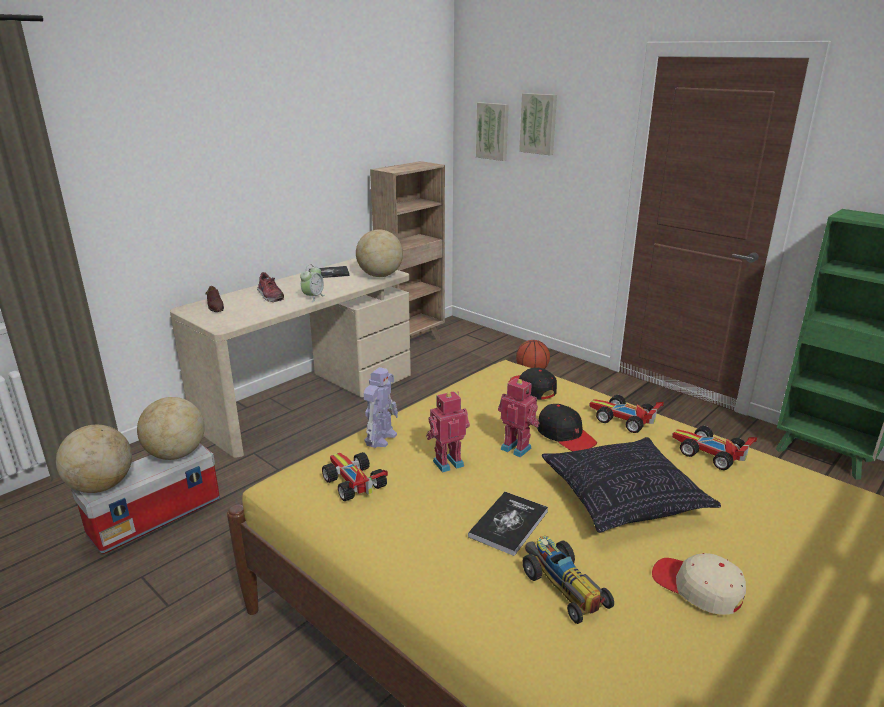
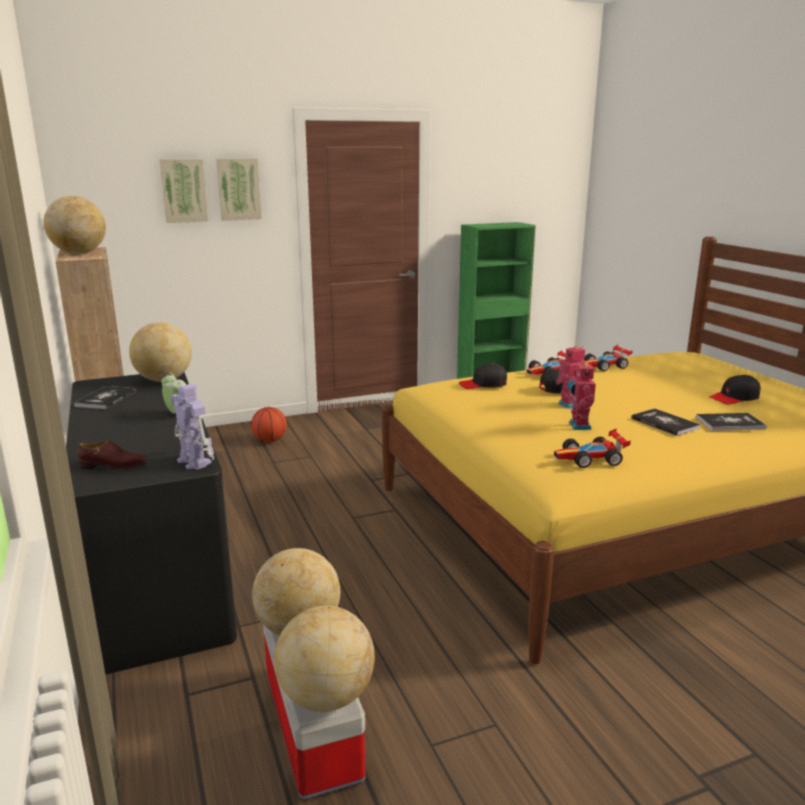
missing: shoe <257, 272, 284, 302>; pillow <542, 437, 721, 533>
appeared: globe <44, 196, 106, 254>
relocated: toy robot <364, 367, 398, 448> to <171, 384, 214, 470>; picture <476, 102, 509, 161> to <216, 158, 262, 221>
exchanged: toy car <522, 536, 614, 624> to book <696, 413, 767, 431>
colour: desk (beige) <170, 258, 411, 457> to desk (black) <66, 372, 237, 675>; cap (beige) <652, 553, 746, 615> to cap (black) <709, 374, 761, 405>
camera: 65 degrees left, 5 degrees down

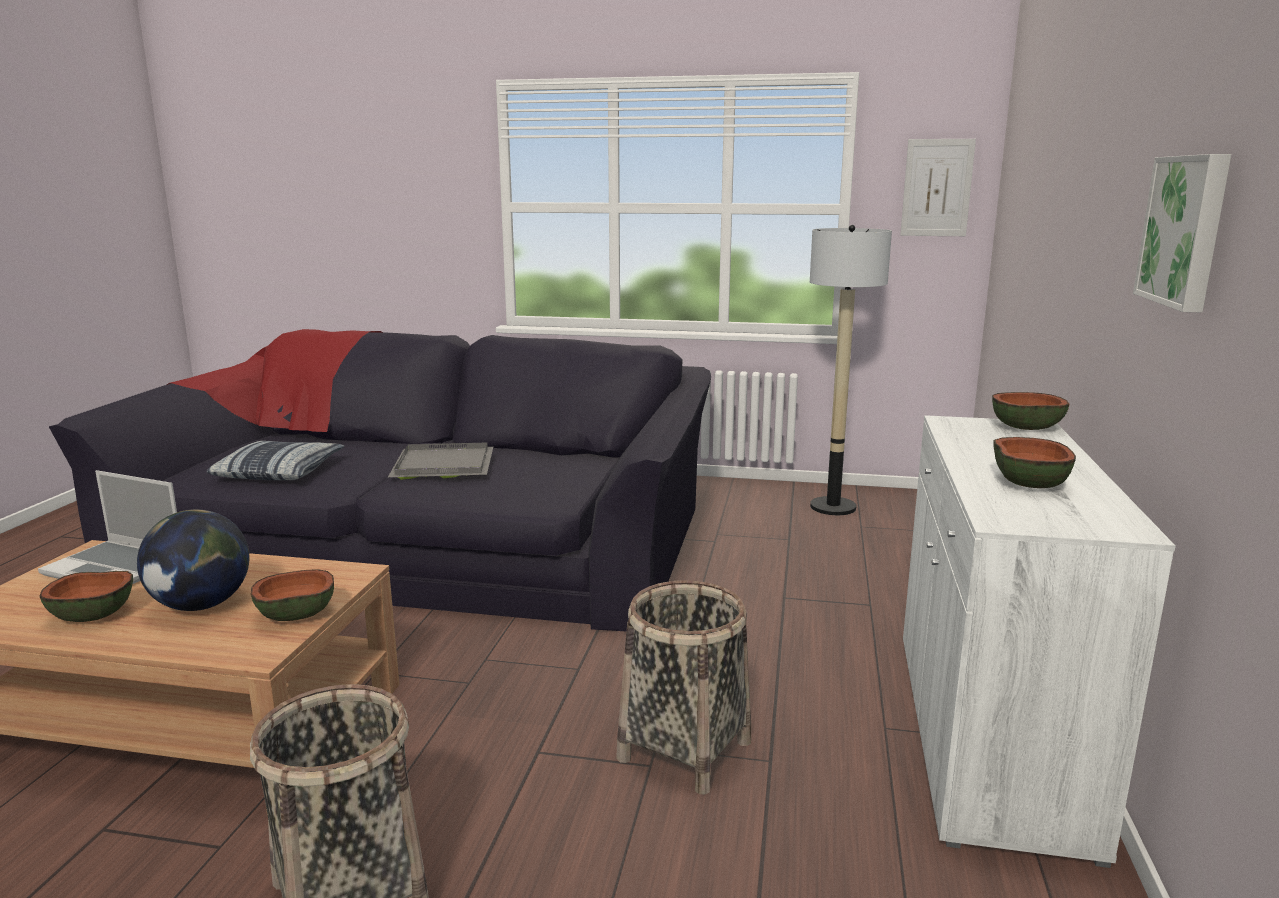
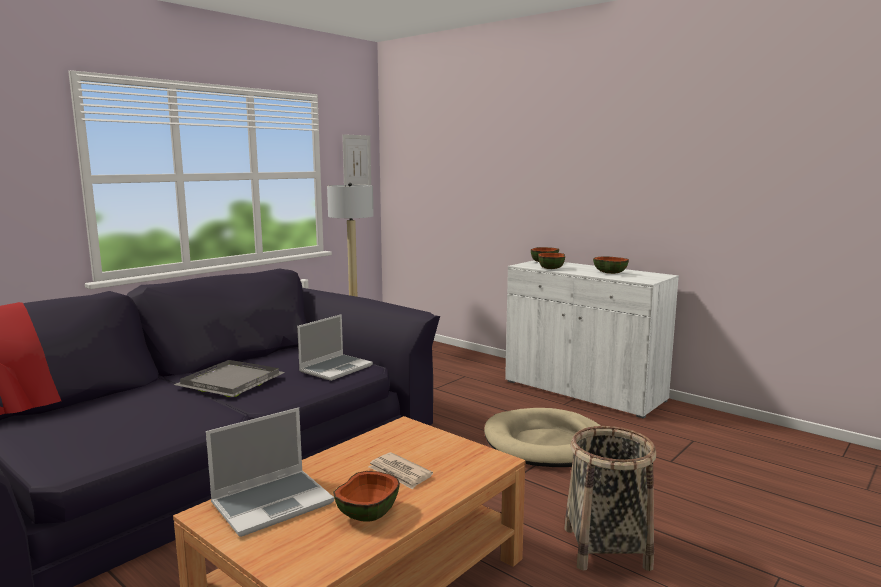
missing: pillow <207, 441, 344, 480>; picture <1133, 154, 1231, 313>
appeared: laptop <297, 314, 373, 381>
relocated: bowl <251, 569, 334, 621> to <538, 253, 565, 269>
exchanged: globe <137, 509, 249, 611> to newspaper <368, 452, 433, 490>; basket <616, 580, 751, 795> to dog bed (beige) <484, 408, 601, 467>
camera: 60 degrees left, 5 degrees down

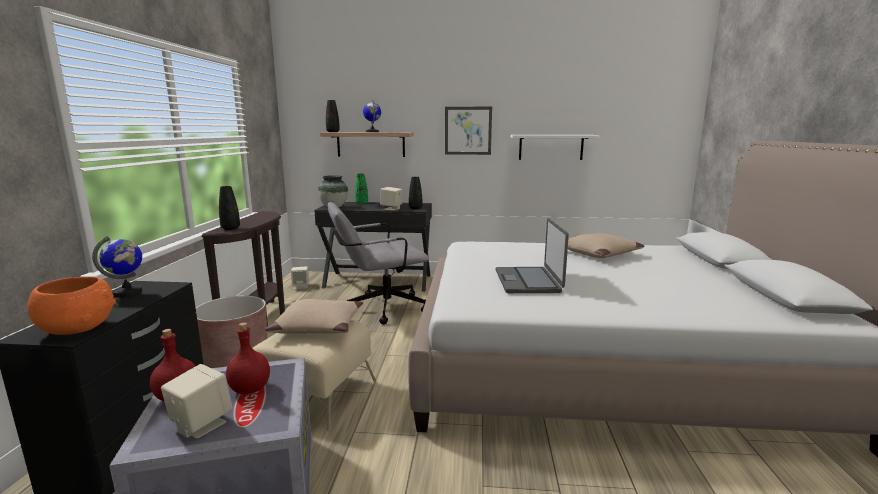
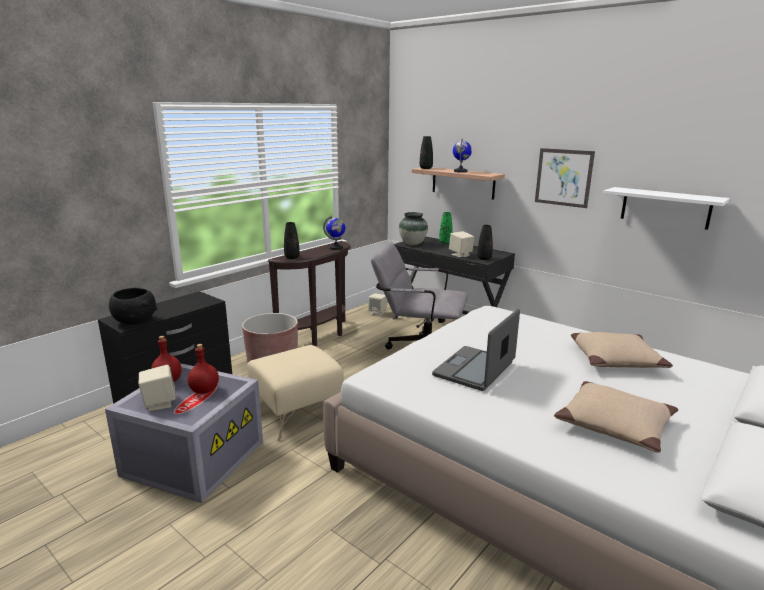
relocated: globe <92, 236, 142, 297> to <323, 216, 345, 250>; pillow (beige) <265, 299, 363, 334> to <554, 381, 678, 453>
colour: bowl (orange) <27, 276, 116, 335> to bowl (black) <109, 288, 157, 325>
camera: 35 degrees right, 5 degrees up

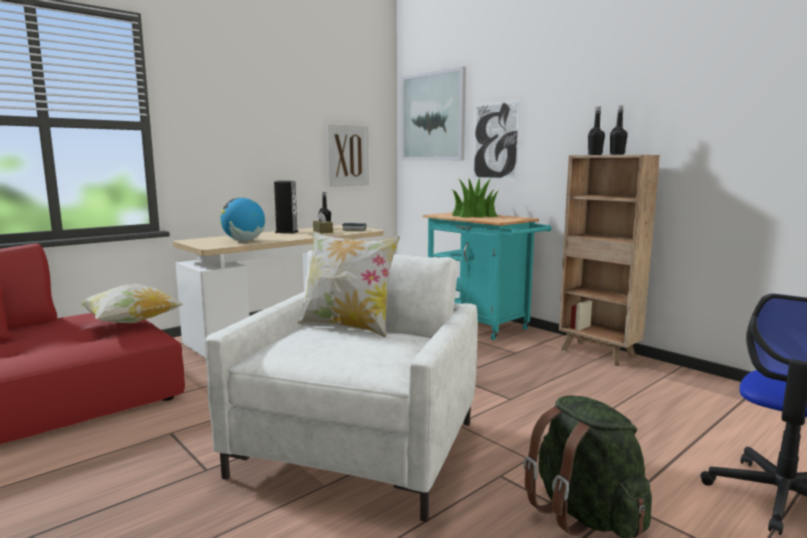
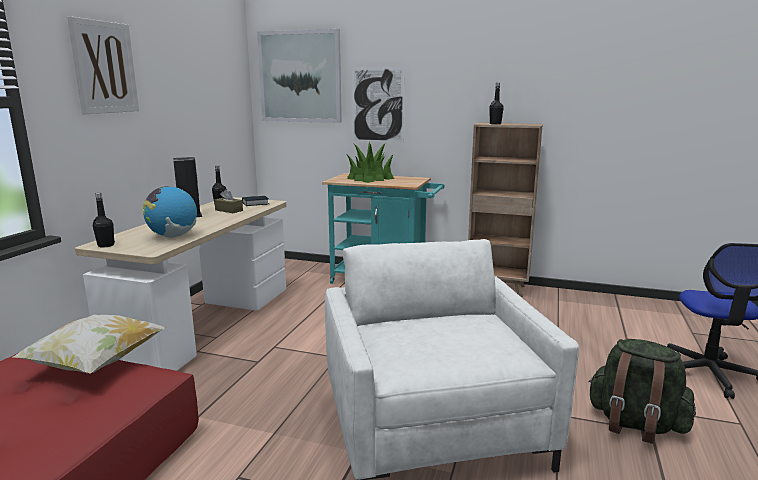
missing: pillow <298, 232, 400, 337>
relocated: picture <327, 124, 369, 187> to <67, 16, 139, 114>; bottle (black) <610, 106, 628, 155> to <93, 193, 115, 248>
camera: 30 degrees left, 5 degrees up

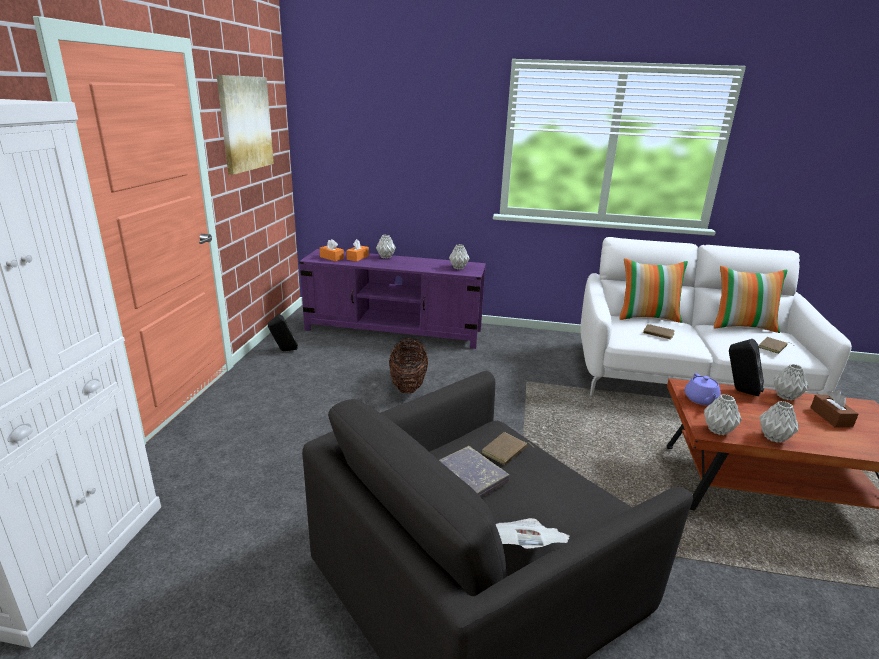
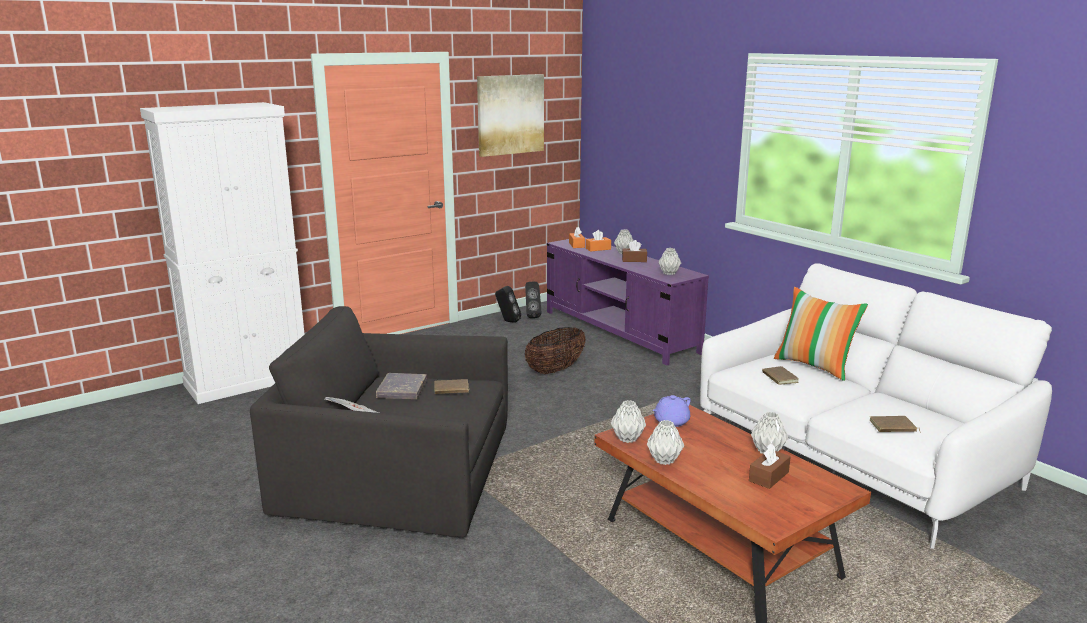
missing: pillow <714, 266, 788, 333>
appeared: tissue box (brown) <622, 240, 647, 262>
relocated: speaker (black) <729, 339, 764, 396> to <525, 282, 542, 318>
camera: 45 degrees right, 5 degrees down

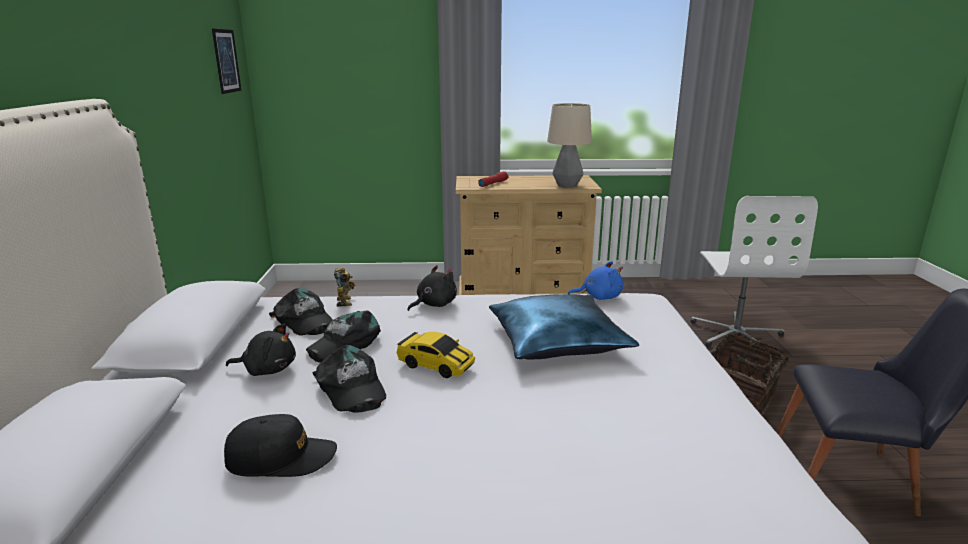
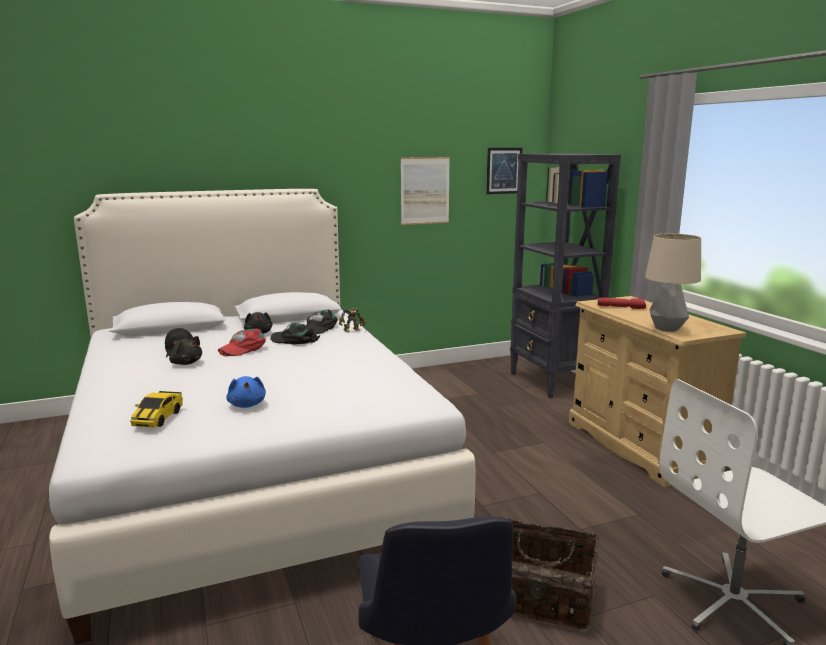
missing: pillow (blue) <489, 294, 639, 360>
appeared: picture <401, 157, 450, 225>; bookcase (black) <510, 153, 621, 398>
relocated: toy car <396, 332, 475, 378> to <130, 391, 183, 428>; plush toy (black) <408, 265, 457, 311> to <166, 336, 202, 365>; plush toy (blue) <568, 261, 623, 300> to <226, 376, 266, 408>
colour: cap (black) <312, 345, 386, 413> to cap (red) <218, 328, 266, 356>
camera: 70 degrees right, 5 degrees down

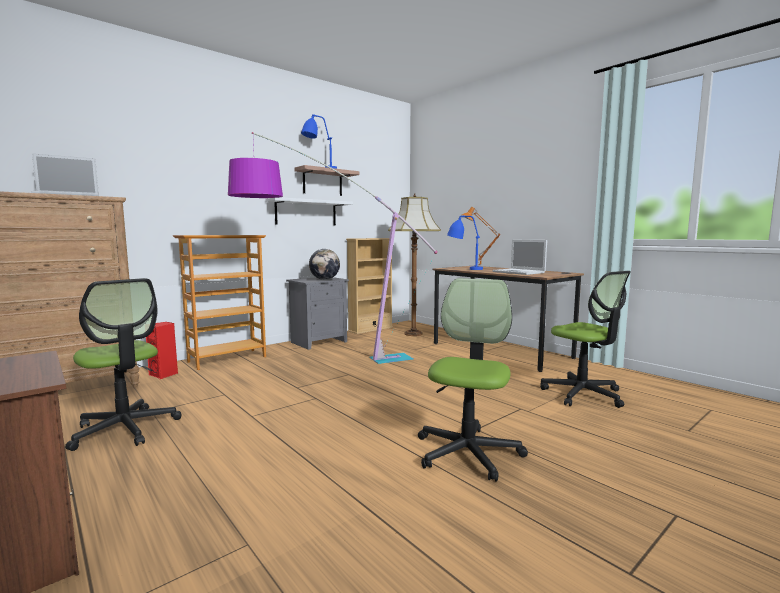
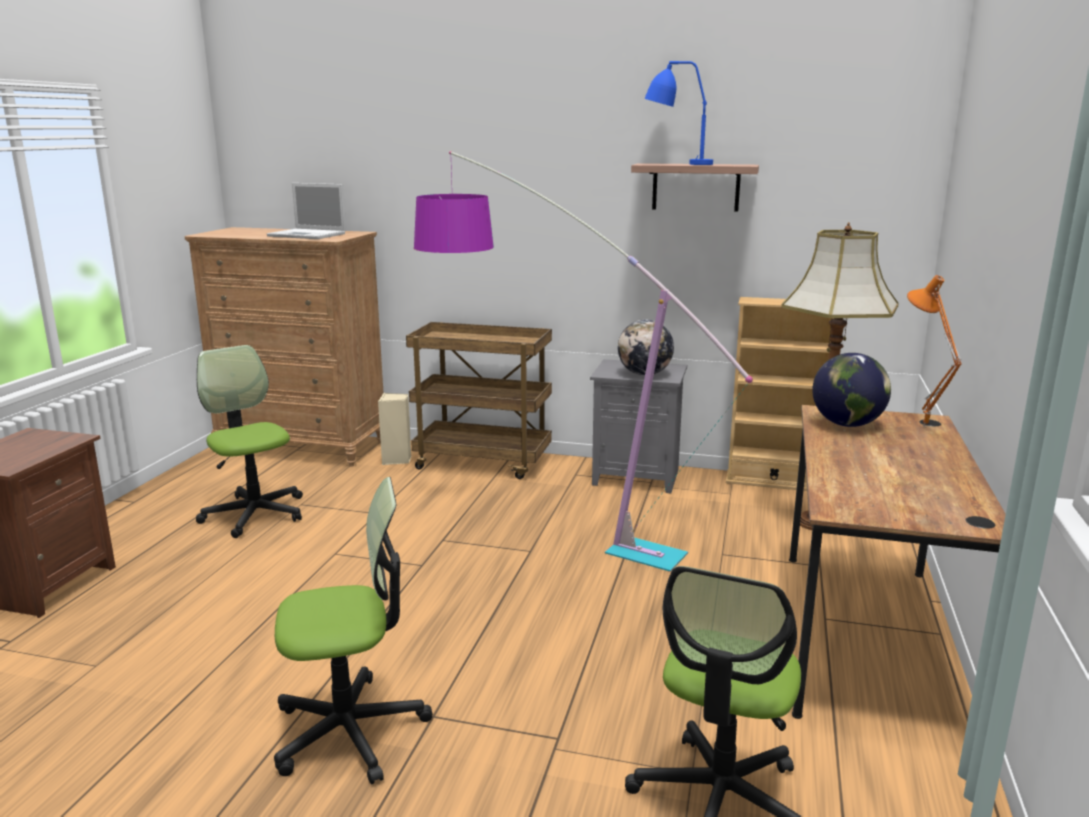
missing: shelf (white) <265, 197, 353, 225>; laptop <493, 240, 547, 275>
exchanged: bookcase <173, 235, 266, 370> to cart (brown) <406, 322, 552, 479>; table lamp (blue) <447, 216, 483, 270> to globe <812, 353, 891, 427>
colour: speaker (red) <146, 322, 178, 379> to speaker (beige) <378, 393, 411, 465>
spun: office chair <65, 278, 182, 451> = <196, 345, 303, 538> 135 degrees clockwise
camera: 55 degrees right, 10 degrees up

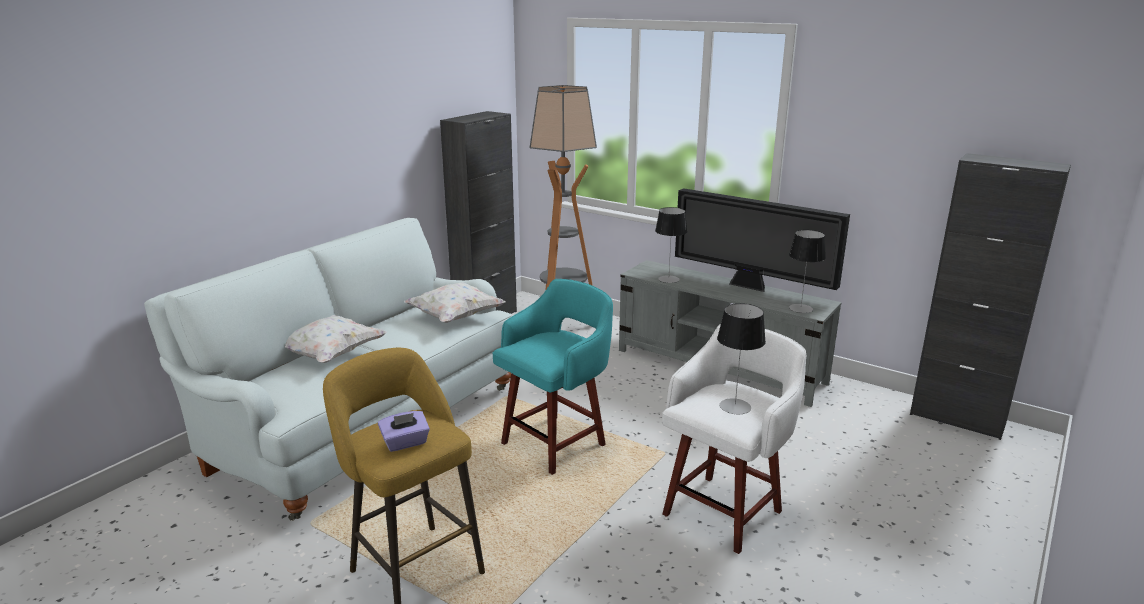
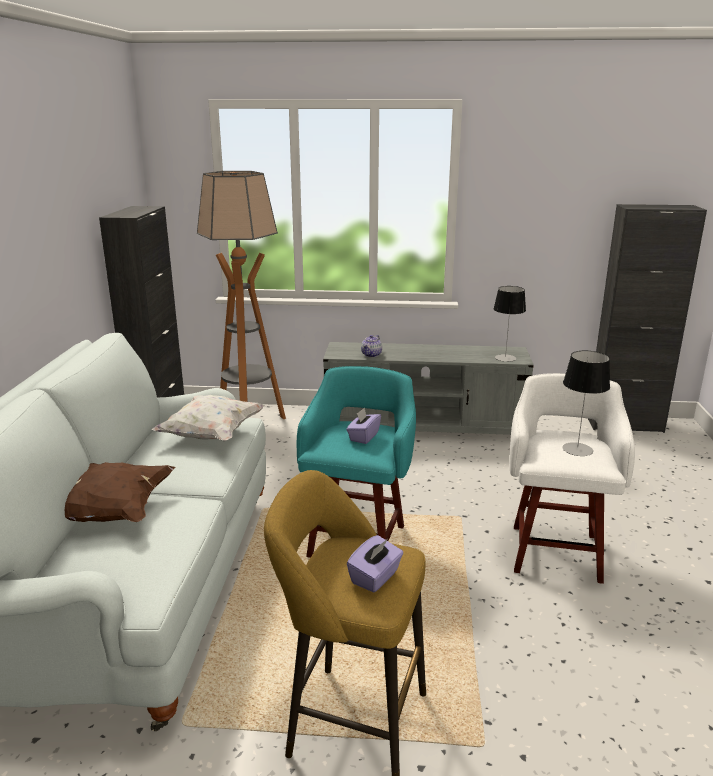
missing: television <675, 188, 850, 292>
appeared: tissue box (purple) <346, 408, 381, 444>
exchanged: table lamp <655, 207, 687, 283> to teapot <361, 335, 382, 357>
colour: pillow (white) <285, 315, 387, 363> to pillow (brown) <65, 462, 175, 522>
camera: 30 degrees left, 0 degrees up

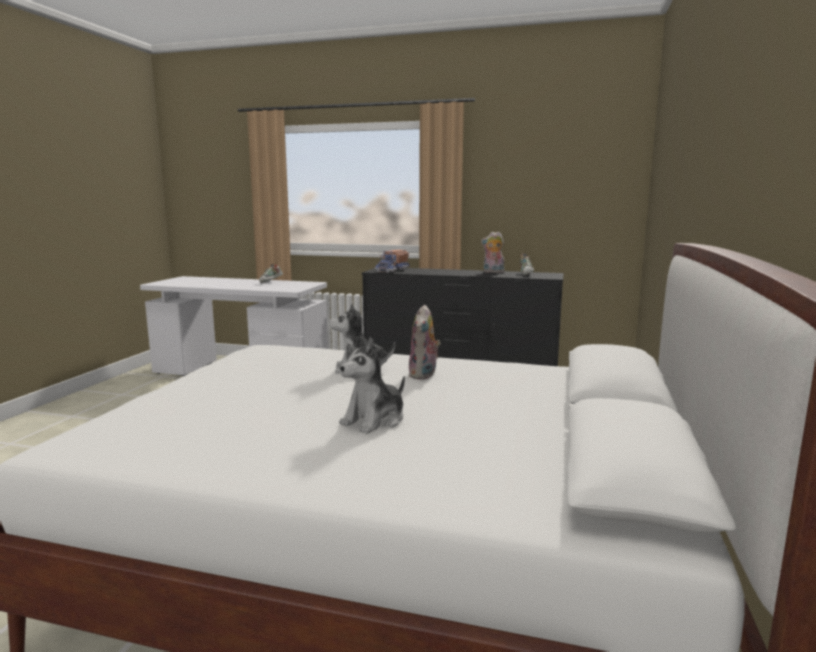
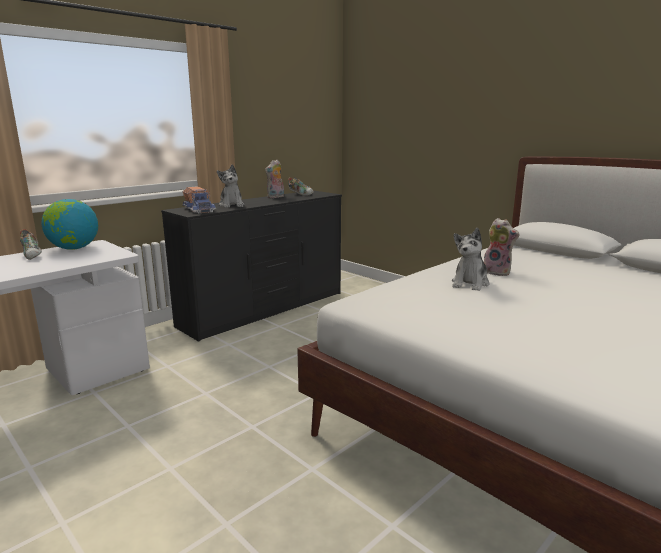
appeared: globe <41, 199, 98, 250>
relocated: plush toy <339, 337, 405, 434> to <217, 165, 244, 208>
camera: 60 degrees left, 5 degrees up

